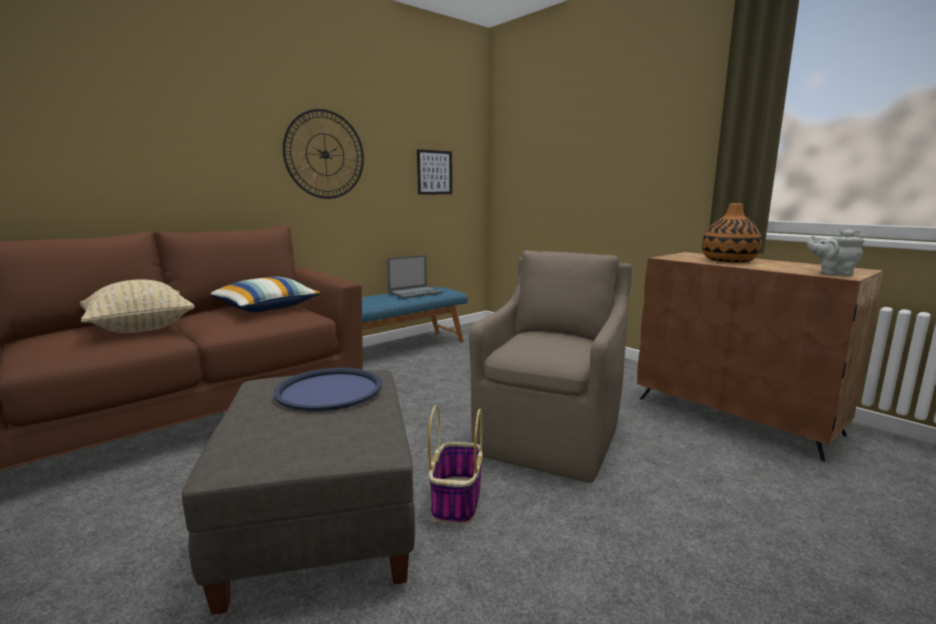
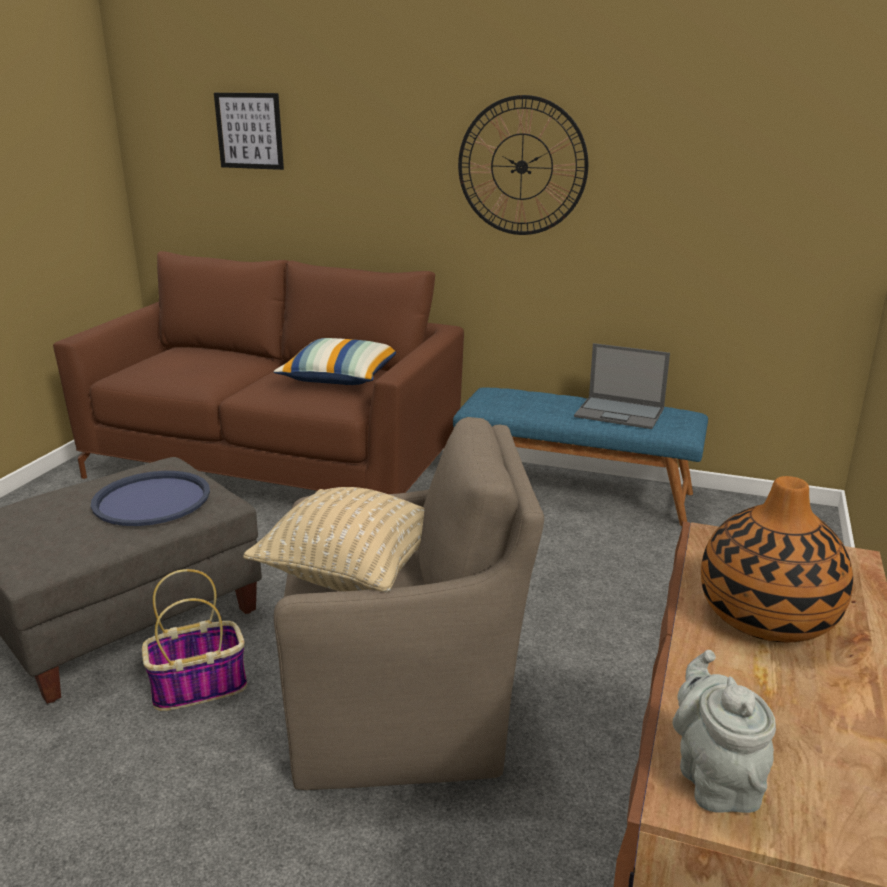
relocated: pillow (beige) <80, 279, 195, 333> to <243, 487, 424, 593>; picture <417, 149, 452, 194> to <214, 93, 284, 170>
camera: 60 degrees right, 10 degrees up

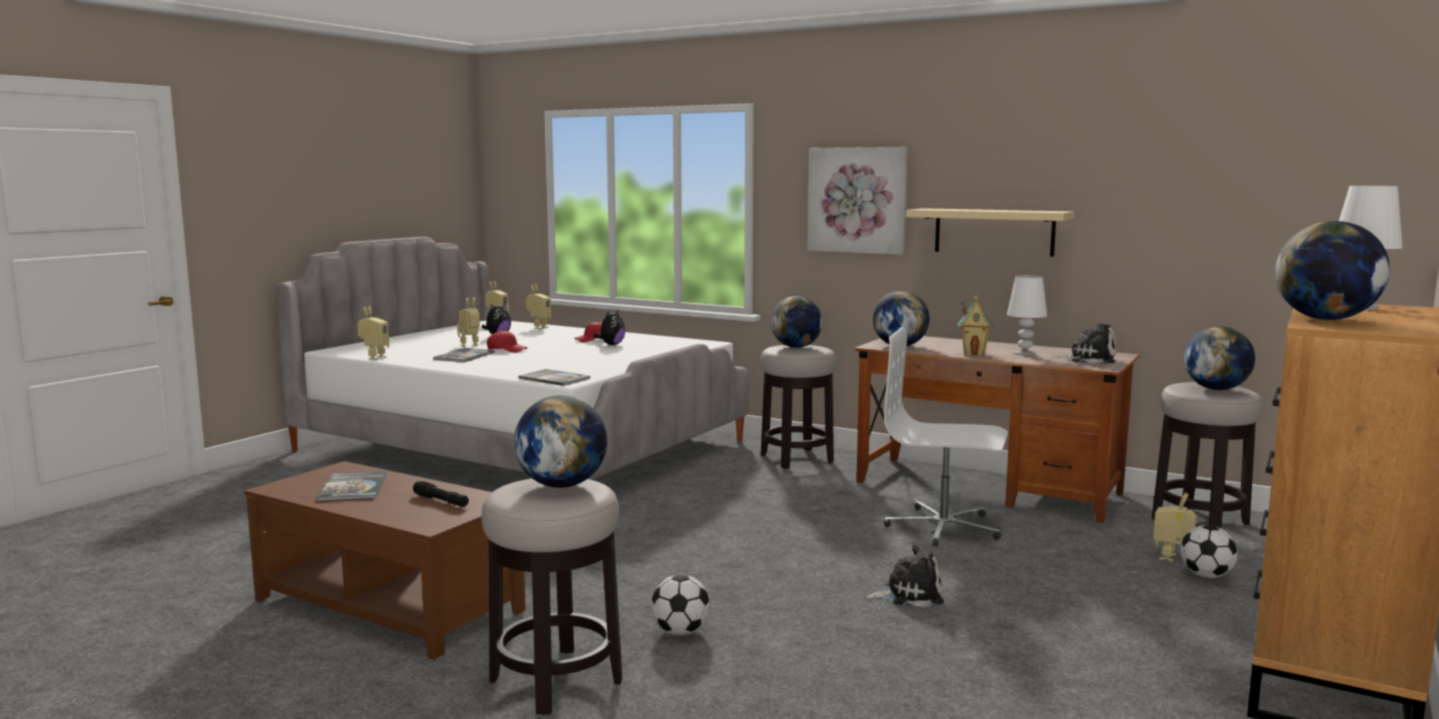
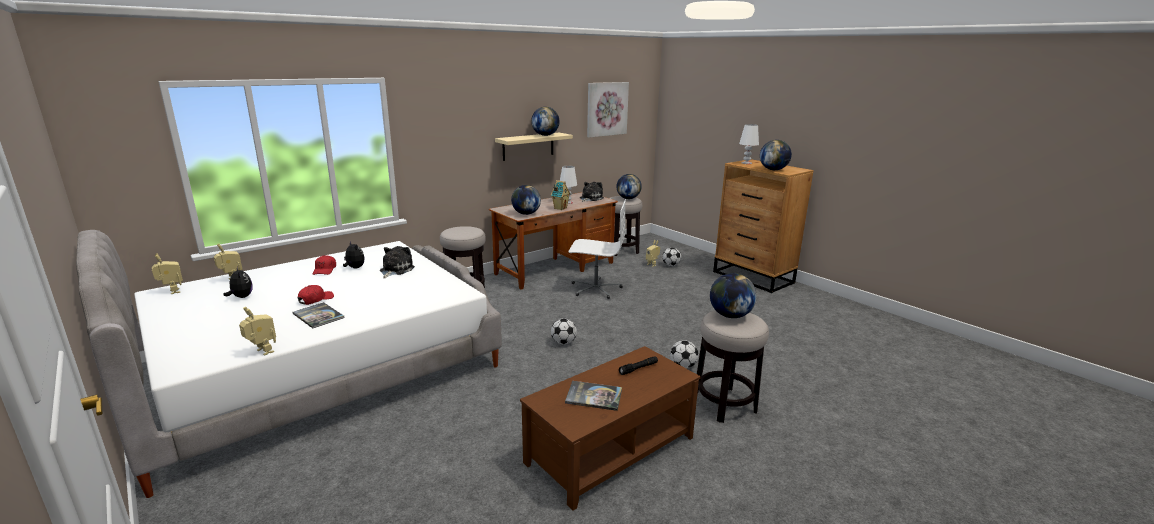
missing: toy robot <457, 298, 480, 347>; book <518, 369, 591, 386>
appeared: football <551, 318, 577, 345>
relocated: globe <771, 296, 823, 348> to <531, 107, 560, 136>; picture <807, 147, 908, 255> to <587, 82, 629, 138>; plush toy <866, 544, 944, 608> to <380, 246, 415, 278>
spun: office chair (white) <884, 327, 1008, 546> = <568, 199, 626, 299> 120 degrees counterclockwise
camera: 70 degrees left, 10 degrees up

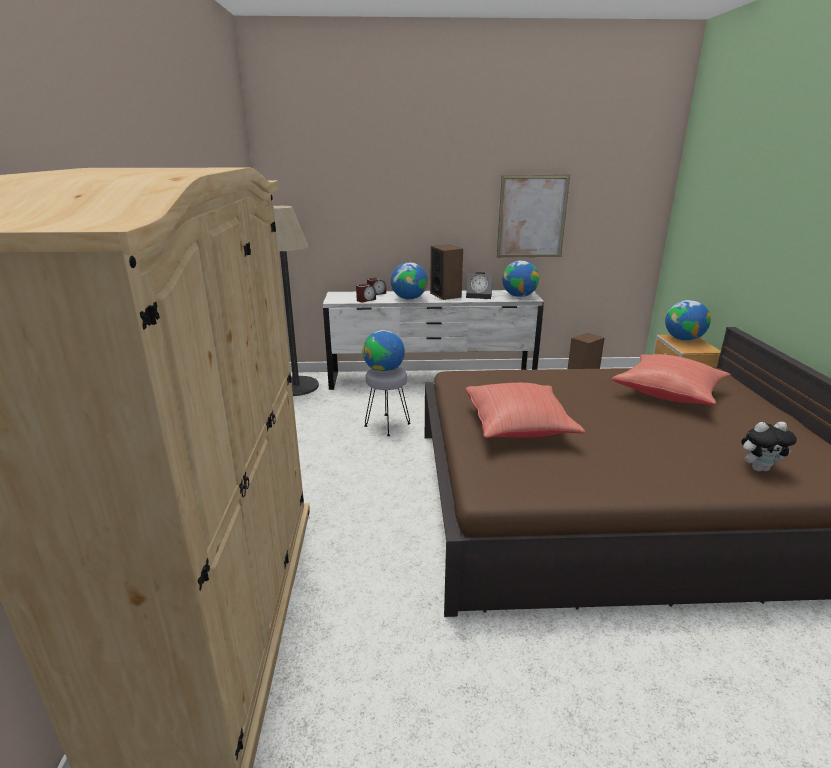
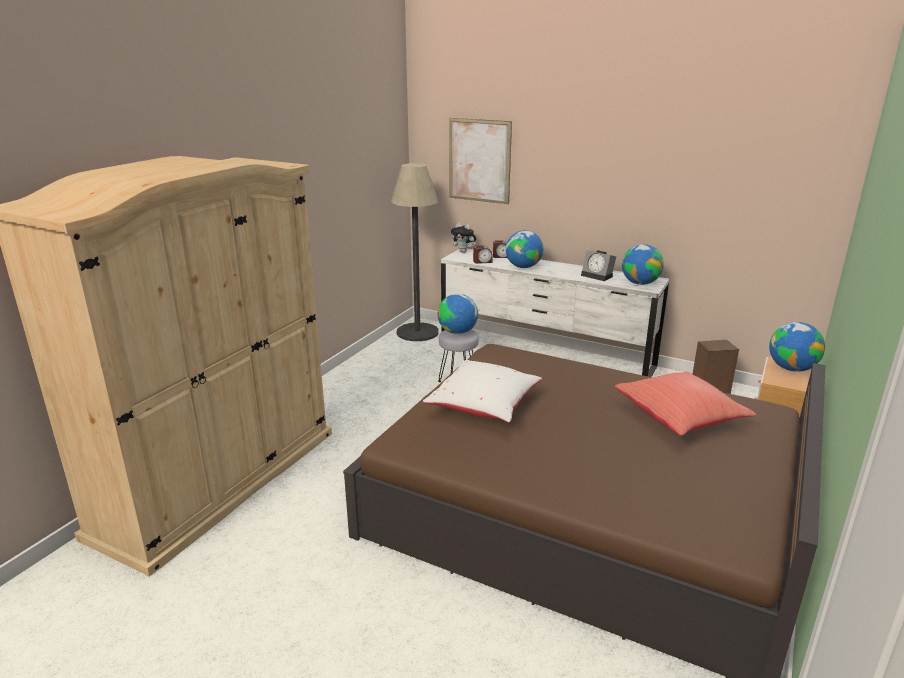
missing: speaker <430, 245, 463, 300>
relocated: picture <497, 175, 570, 257> to <449, 118, 512, 204>; plush toy <741, 422, 797, 472> to <451, 223, 476, 253>
colour: pillow (red) <465, 383, 585, 438> to pillow (white) <423, 360, 542, 423>
camera: 30 degrees right, 0 degrees up

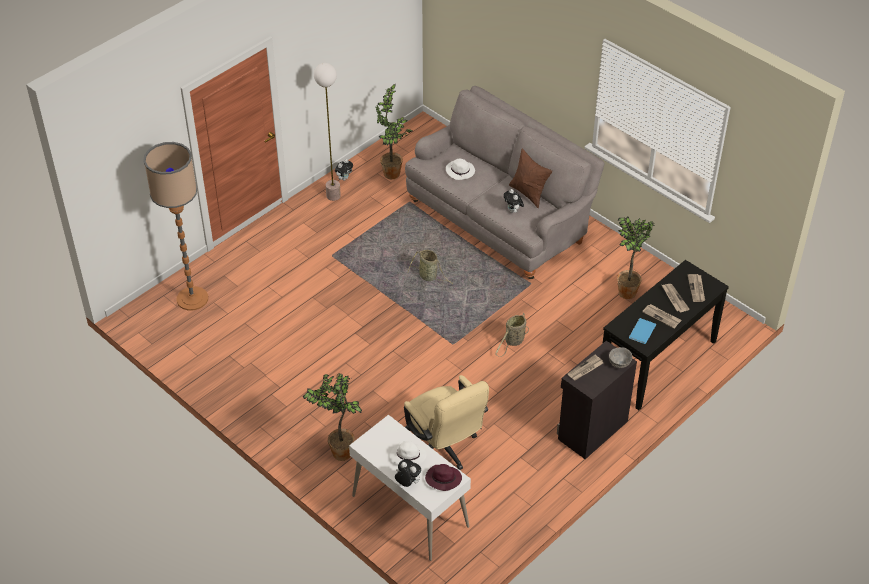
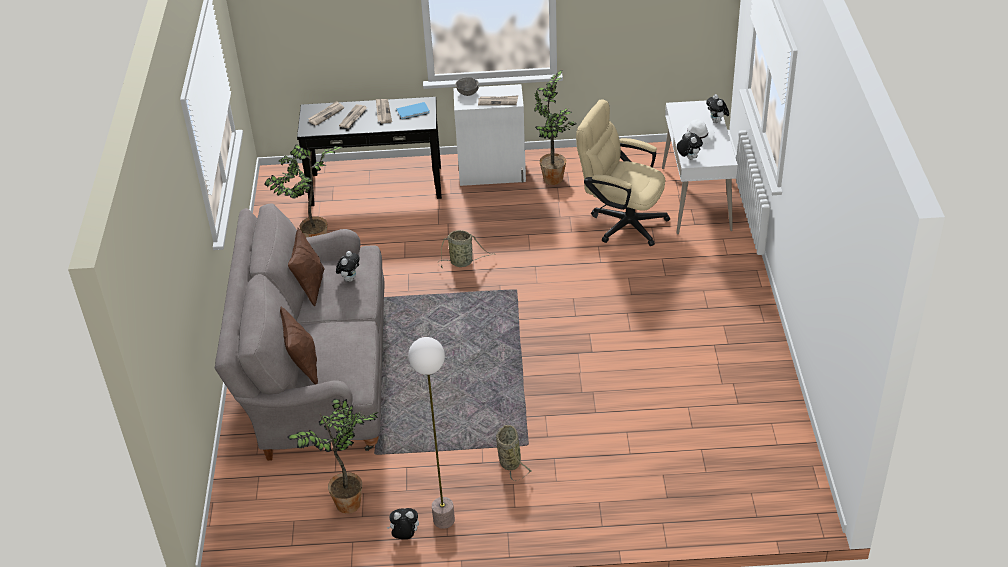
missing: floor lamp <143, 142, 208, 311>; hat (purple) <425, 464, 462, 491>; hat (white) <446, 158, 475, 180>
appeared: pillow (brown) <280, 307, 318, 384>; plush toy <677, 131, 703, 160>
relocated: potted plant <302, 374, 362, 461> to <534, 70, 577, 185>; basket <407, 250, 453, 284> to <496, 425, 532, 481>
colour: cabinet (black) <557, 341, 637, 459> to cabinet (white) <454, 84, 526, 186>
spun: office chair (beige) <404, 375, 489, 470> = <576, 99, 670, 246> 75 degrees counterclockwise
camera: 135 degrees left, 5 degrees down

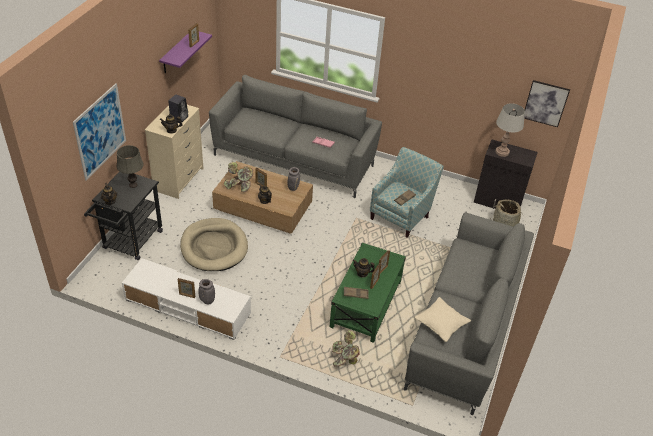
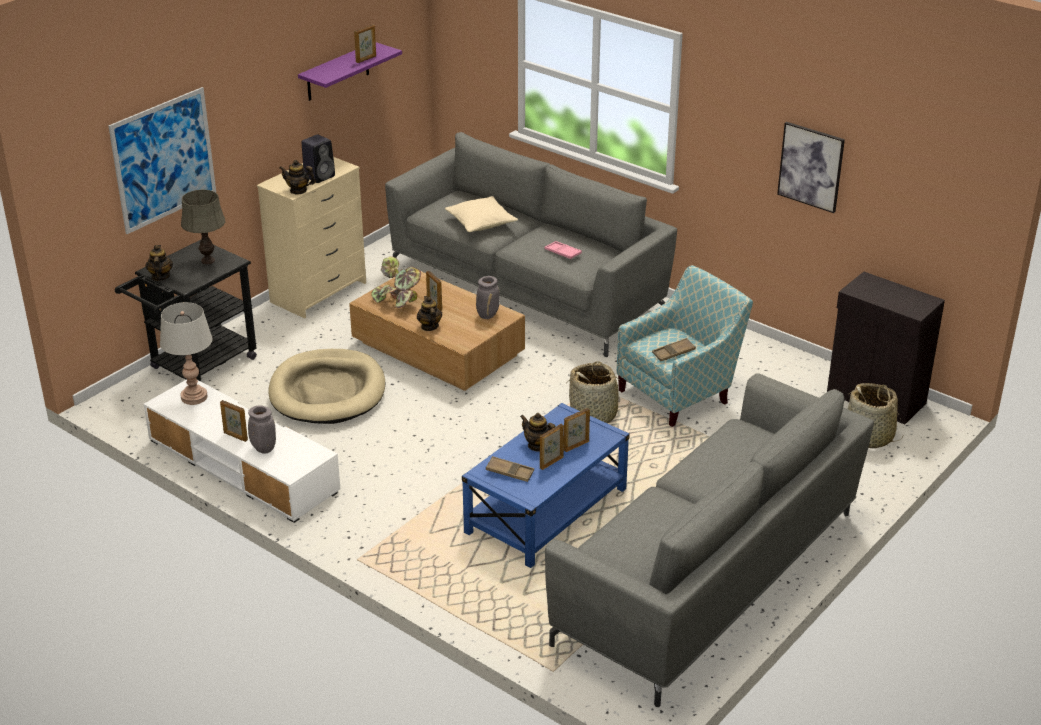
missing: potted plant <332, 330, 360, 367>
appeared: basket <567, 361, 630, 423>
relocated: pillow (beige) <415, 297, 471, 342> to <445, 196, 518, 232>; table lamp (grey) <495, 103, 525, 157> to <160, 302, 212, 405>; picture <524, 80, 570, 127> to <777, 122, 845, 213>
colour: coffee table (green) <329, 243, 406, 343> to coffee table (blue) <462, 403, 630, 568>
camera: 20 degrees right, 10 degrees down

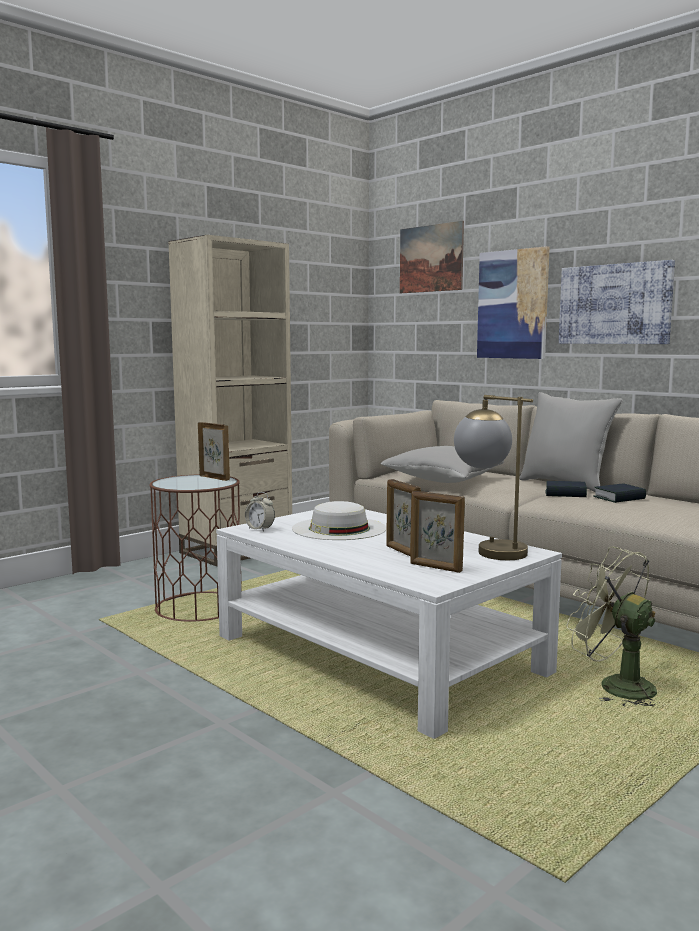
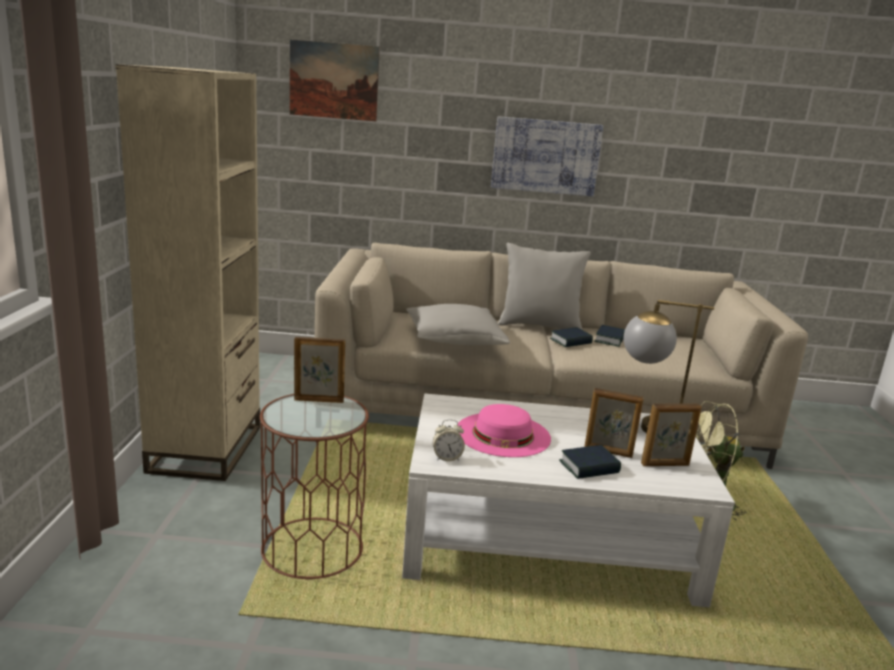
missing: picture <477, 246, 550, 359>
appeared: book <559, 445, 621, 479>
colour: hat (white) <292, 501, 387, 540> to hat (pink) <458, 404, 551, 457>
camera: 45 degrees left, 10 degrees up

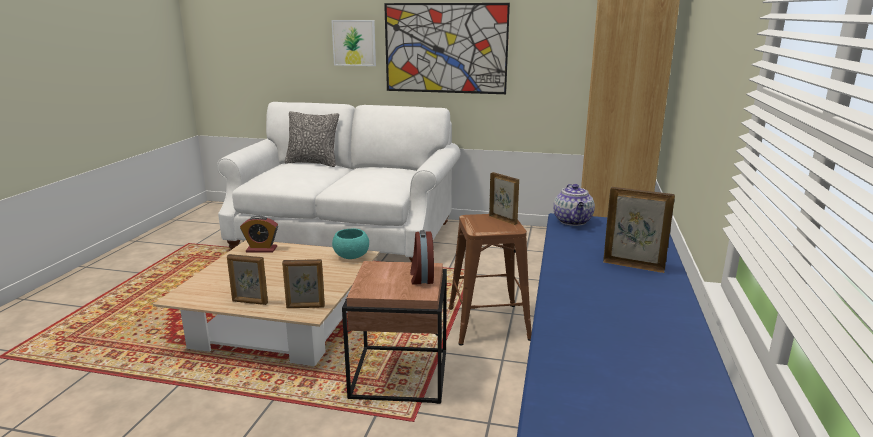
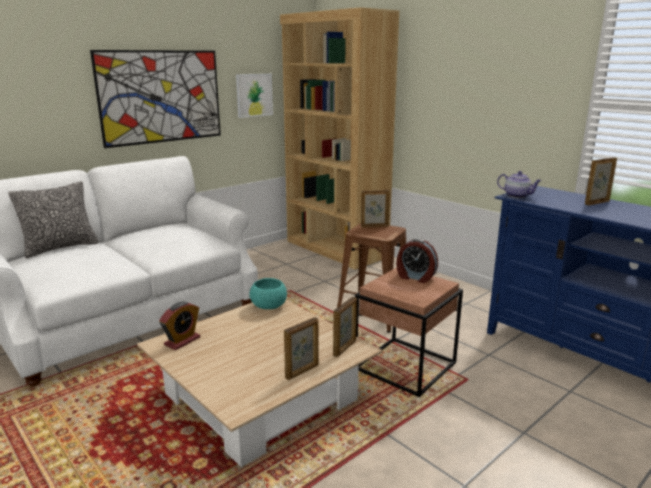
relocated: picture <331, 20, 376, 66> to <236, 74, 273, 118>
camera: 55 degrees left, 0 degrees up

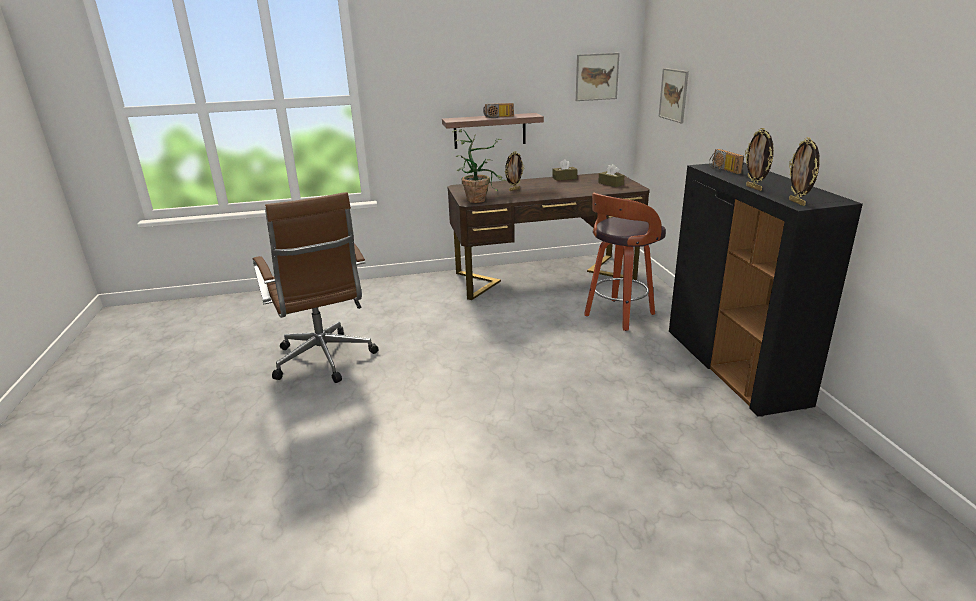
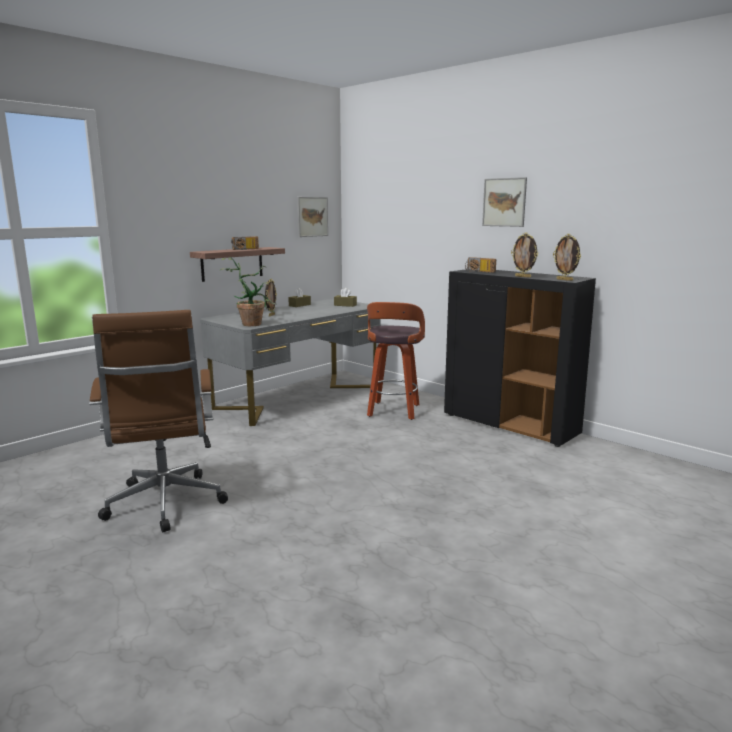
relocated: picture <659, 68, 689, 123> to <482, 177, 527, 227>
colour: desk (brown) <447, 172, 650, 300> to desk (grey) <200, 299, 381, 426>
spun: office chair (brown) <253, 192, 379, 383> = <89, 310, 228, 532> 45 degrees clockwise
camera: 35 degrees left, 10 degrees down

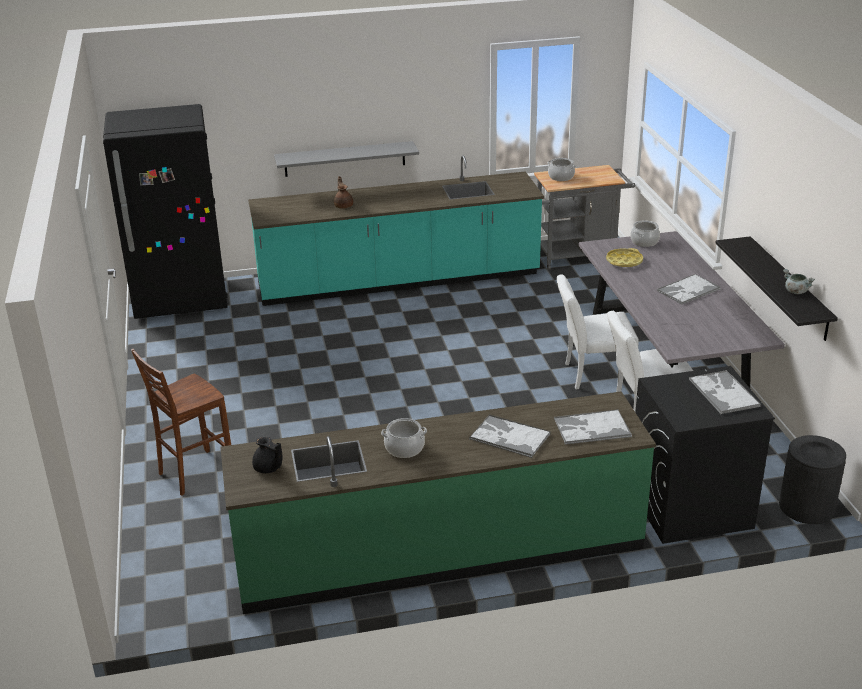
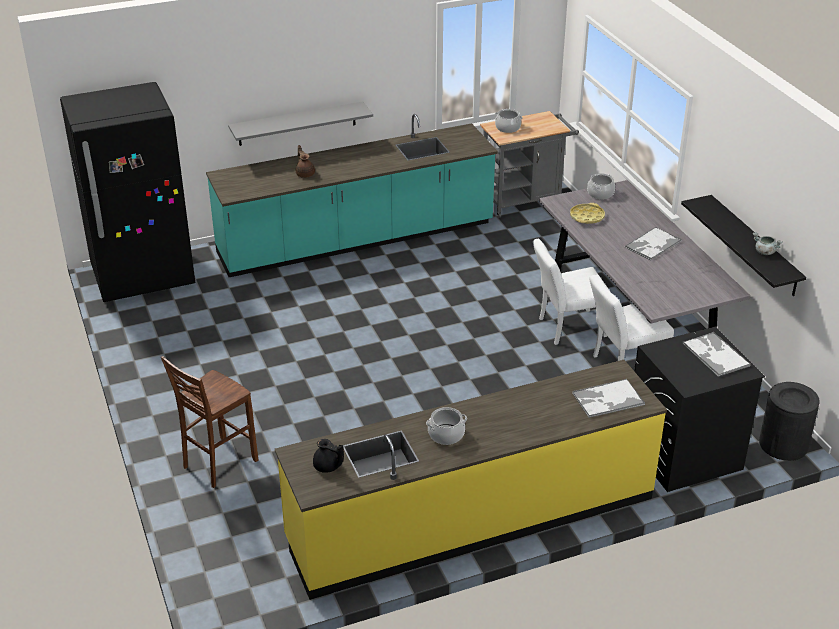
missing: tray <469, 414, 551, 458>
colour: counter (green) <220, 392, 656, 614> to counter (yellow) <275, 360, 667, 600>
camera: 10 degrees left, 5 degrees up

